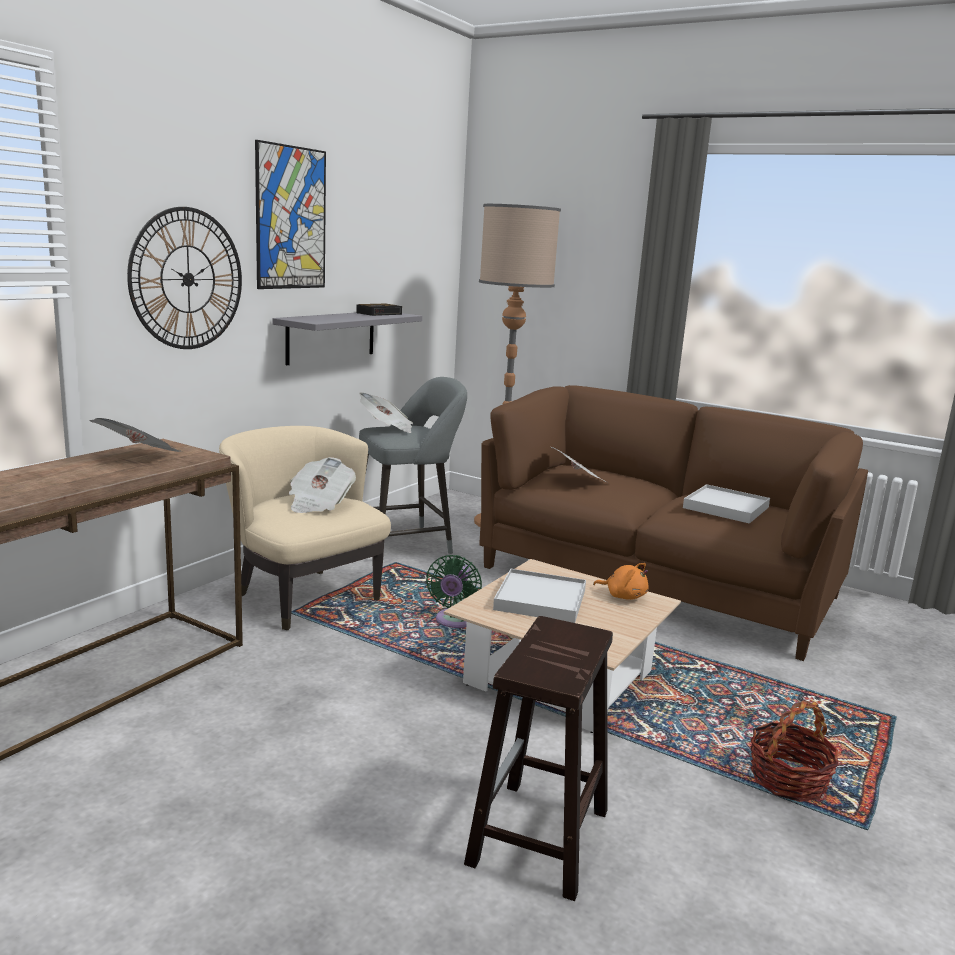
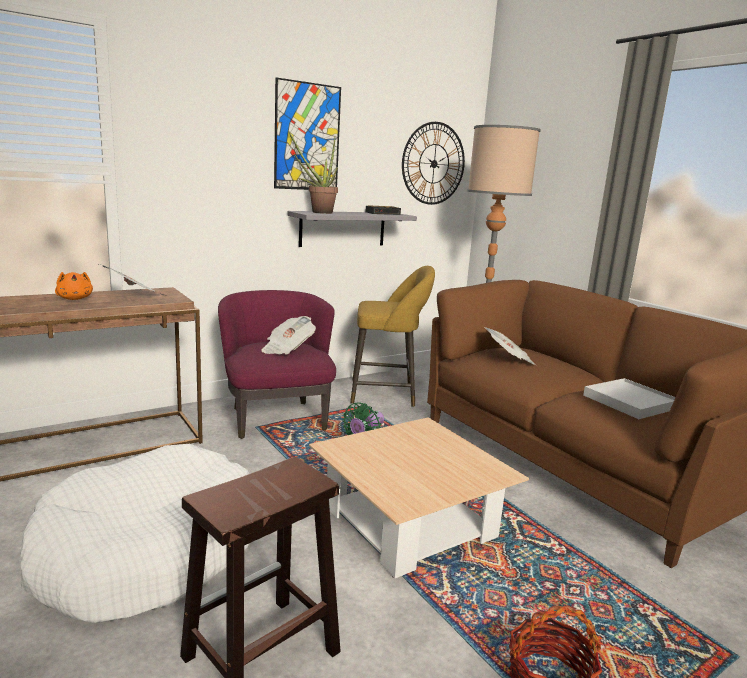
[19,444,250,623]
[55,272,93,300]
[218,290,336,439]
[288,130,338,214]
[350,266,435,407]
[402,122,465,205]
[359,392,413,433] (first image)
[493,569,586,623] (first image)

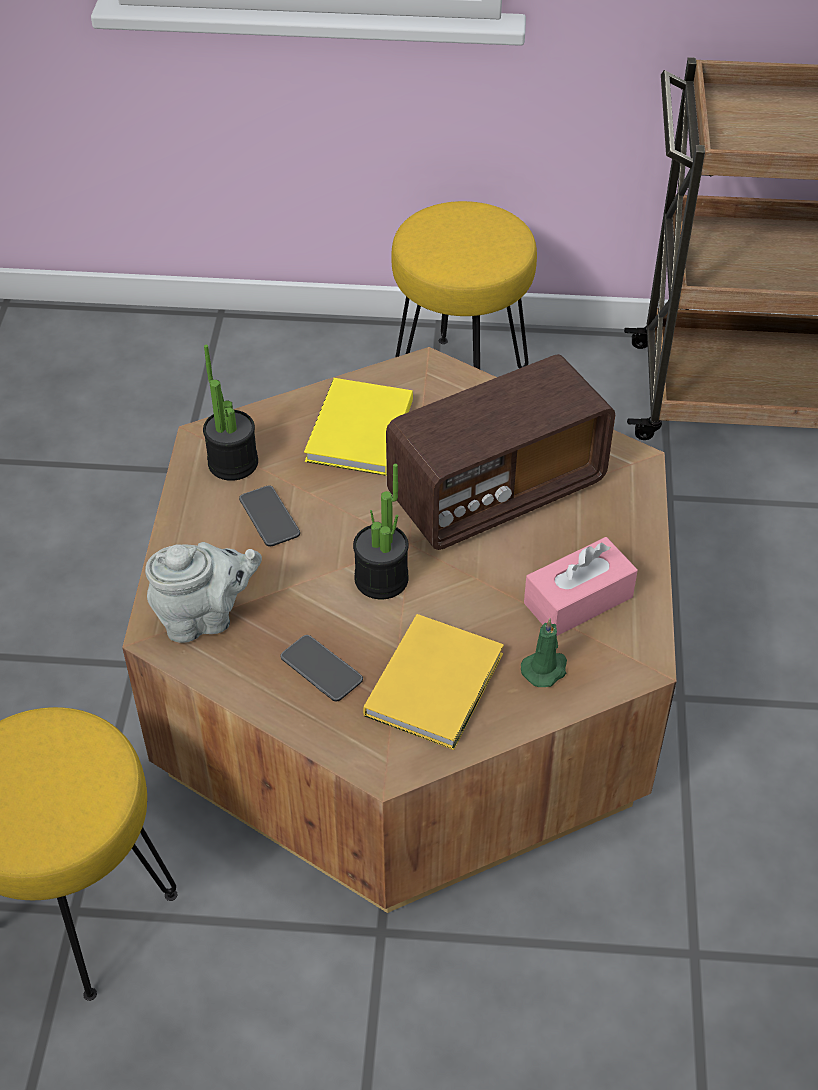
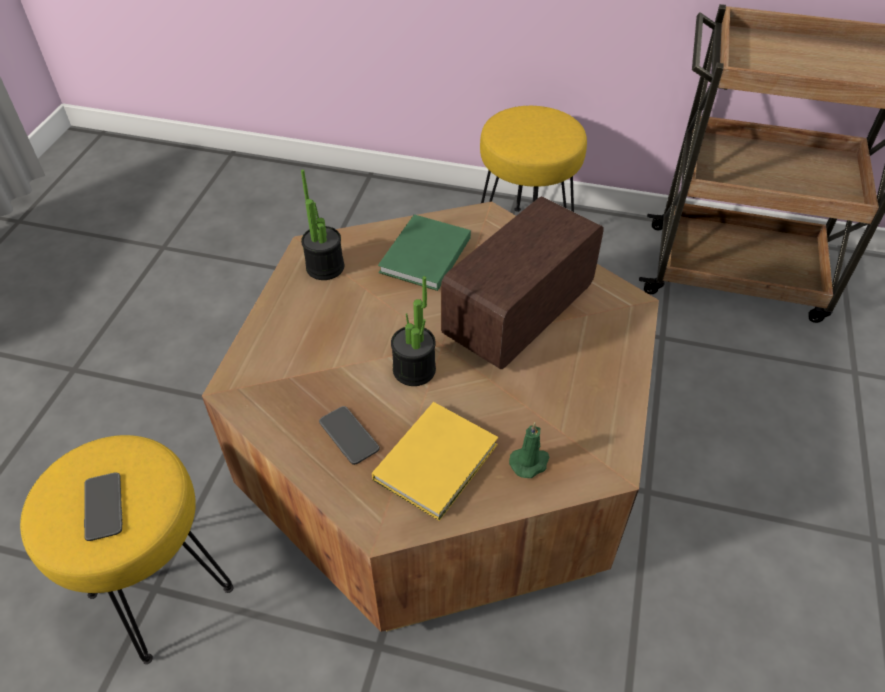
[84,473,123,541]
[378,214,471,291]
[441,196,604,369]
[145,542,262,643] (first image)
[524,537,638,636] (first image)

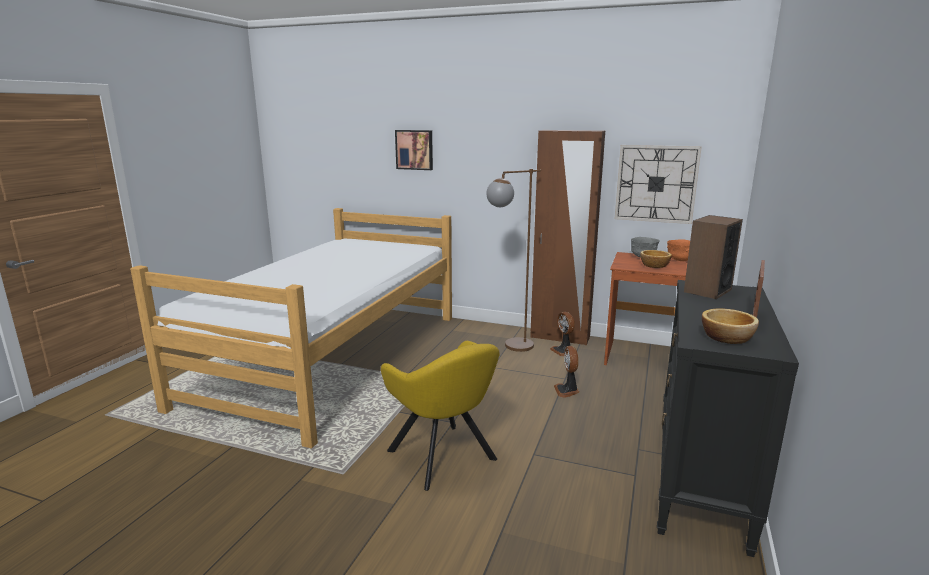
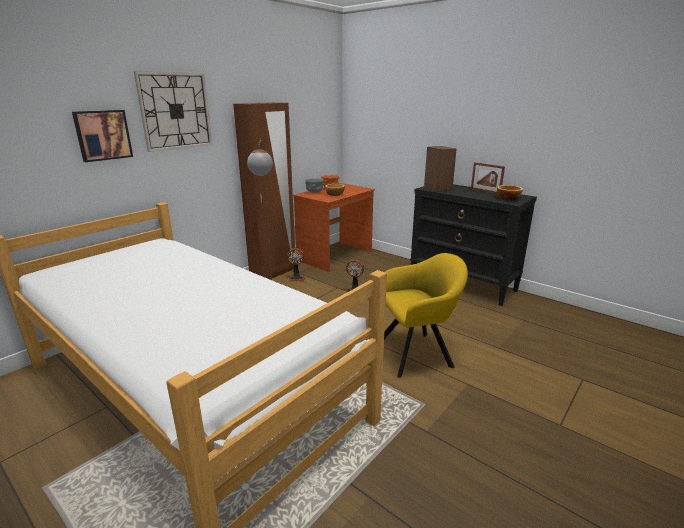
[134,71,213,152]

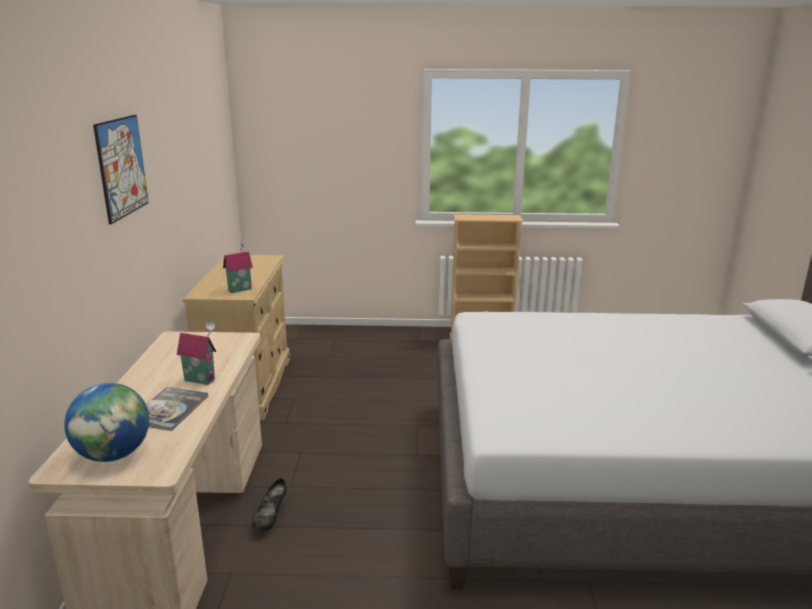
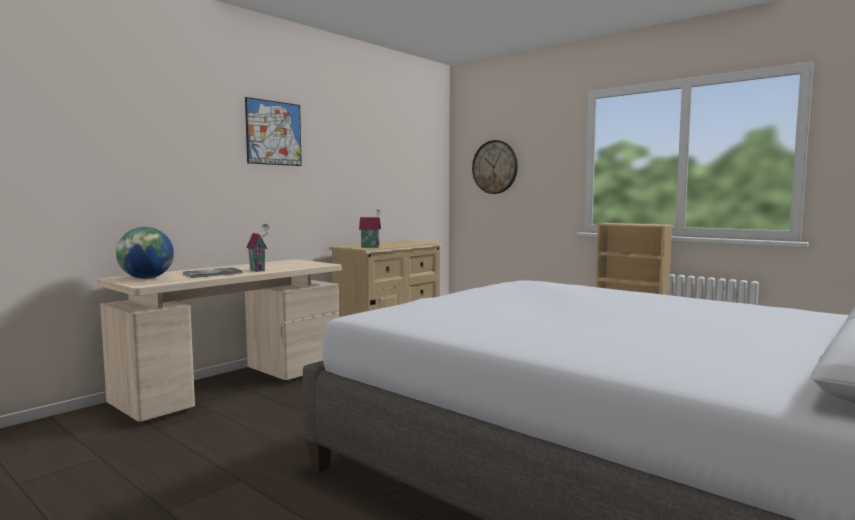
[472,140,518,194]
[252,478,287,532] (first image)

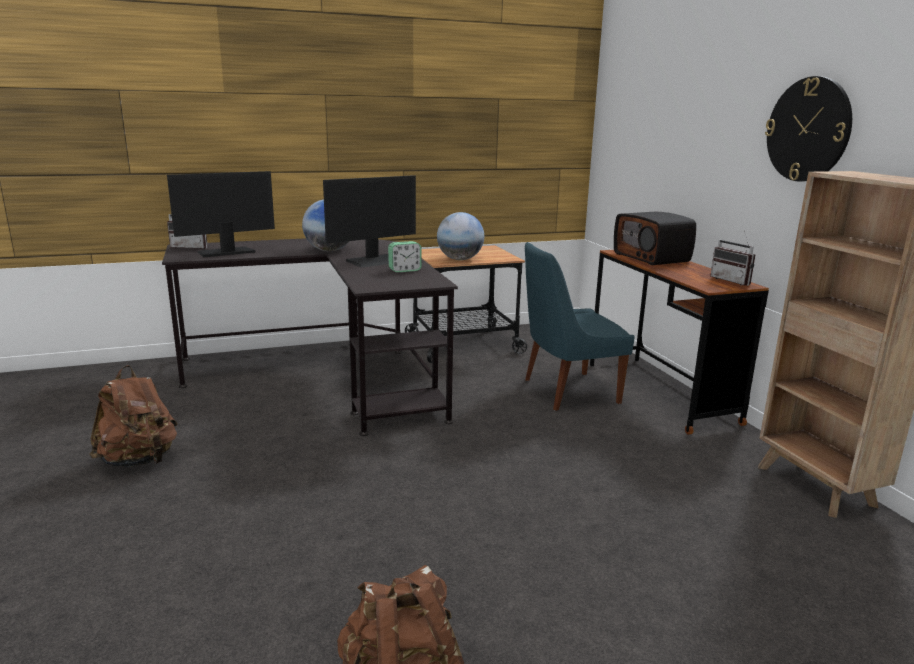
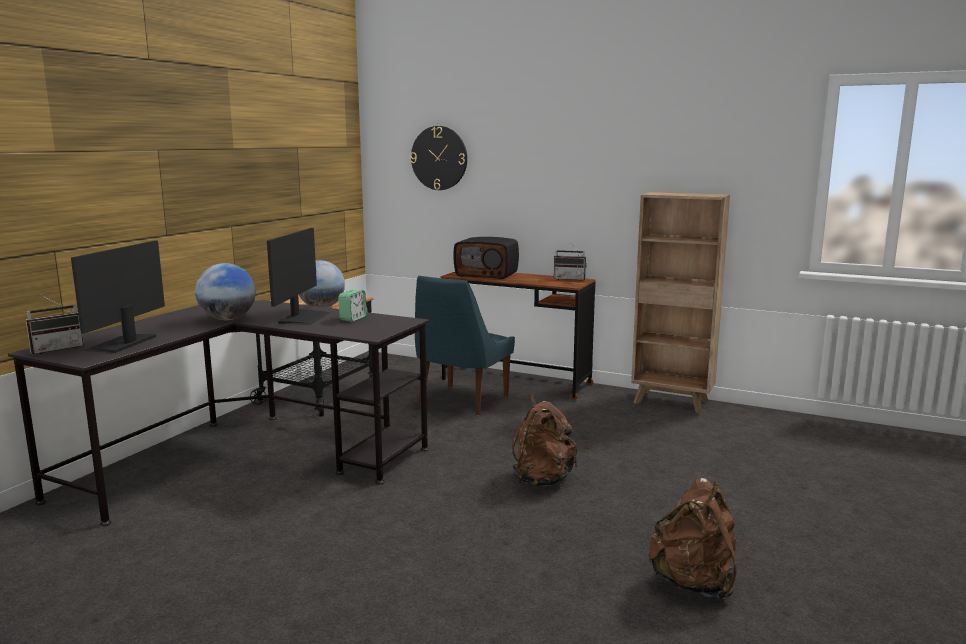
[410,126,467,190]
[512,395,577,487]

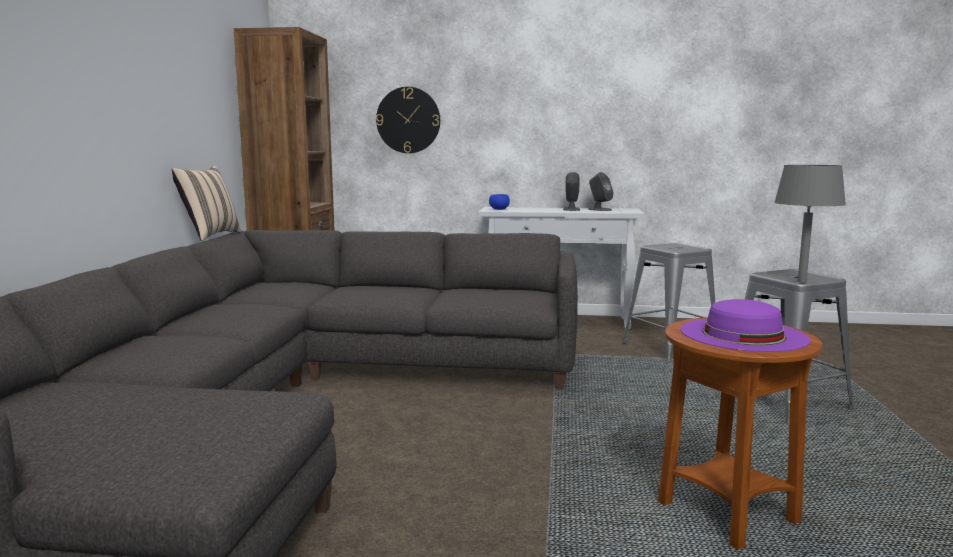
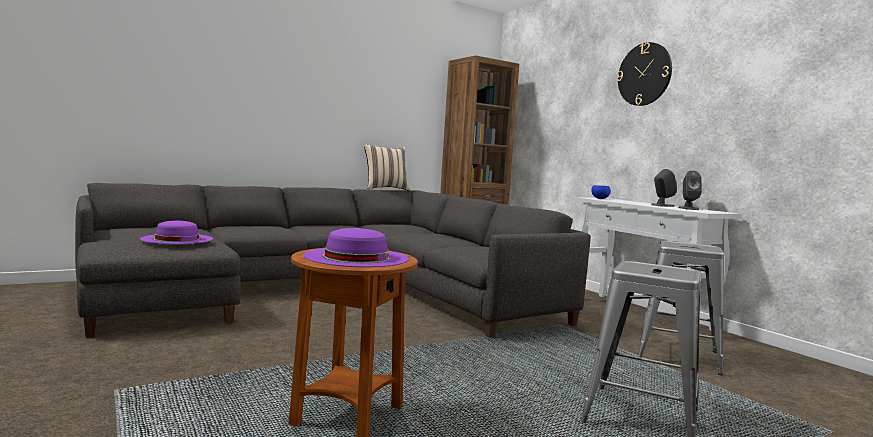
[140,220,213,244]
[617,42,672,106]
[774,165,846,283] (first image)

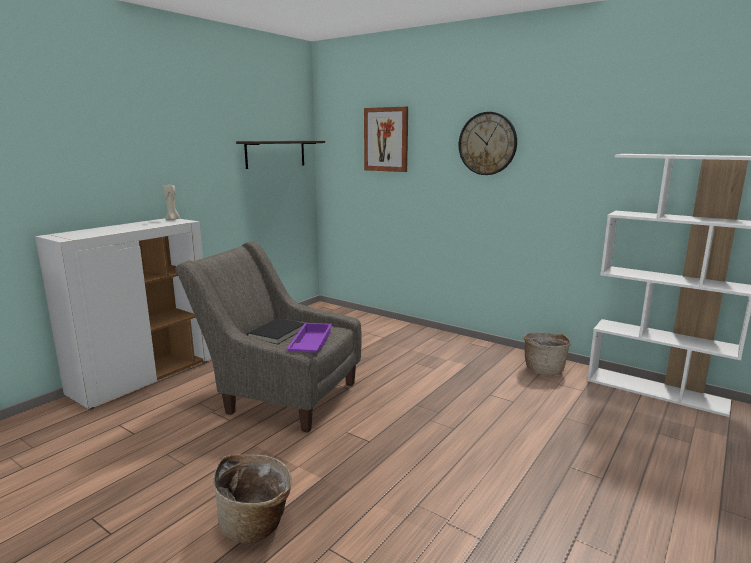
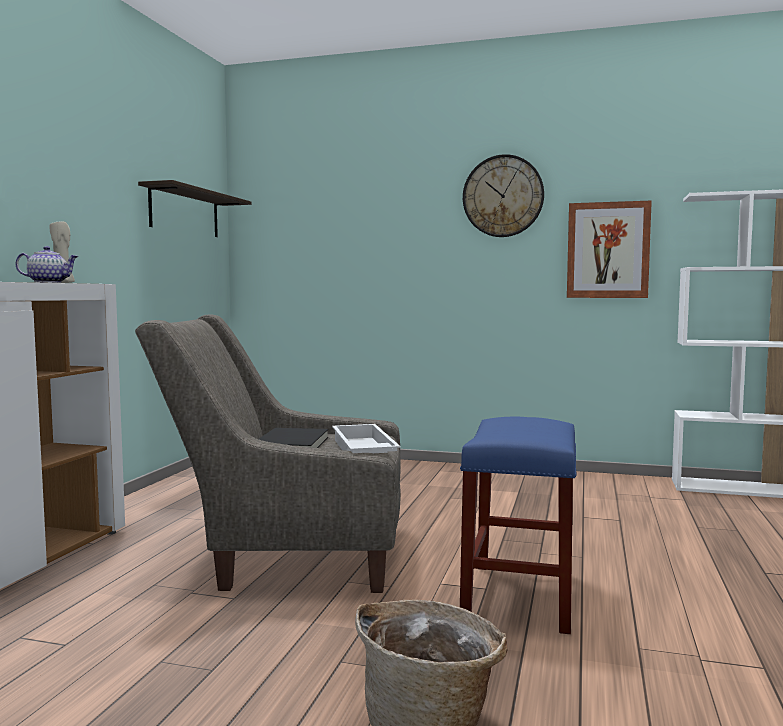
[15,246,78,283]
[332,424,400,453]
[460,417,577,634]
[567,200,652,298]
[524,333,571,375] (first image)

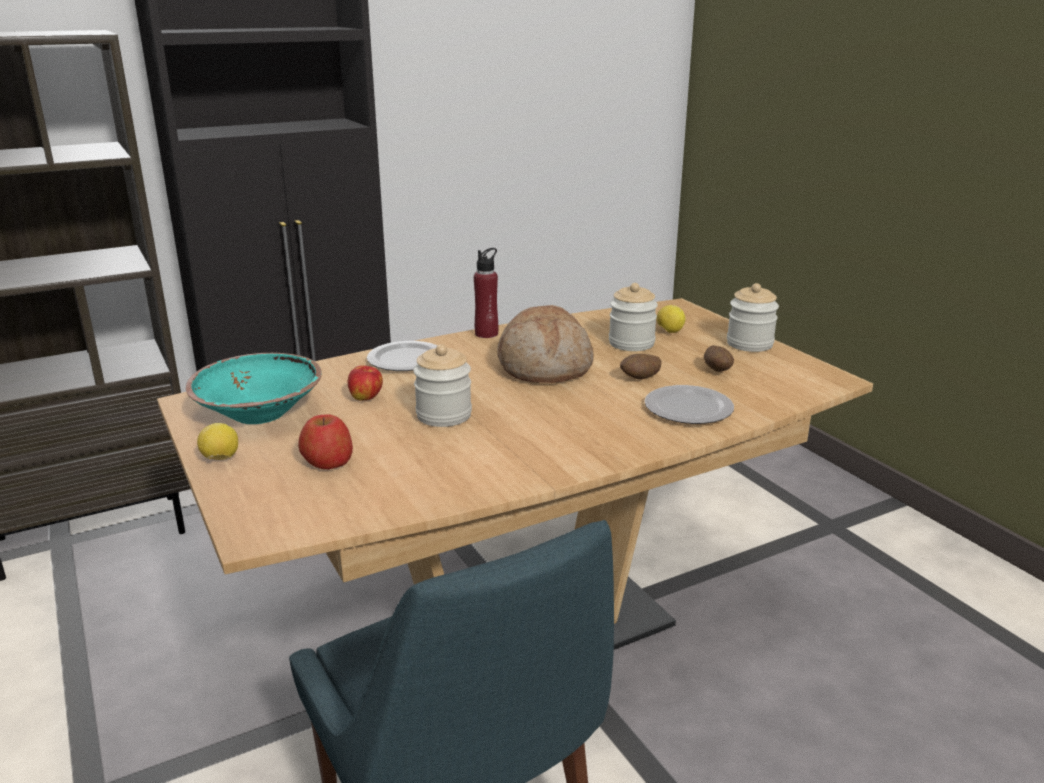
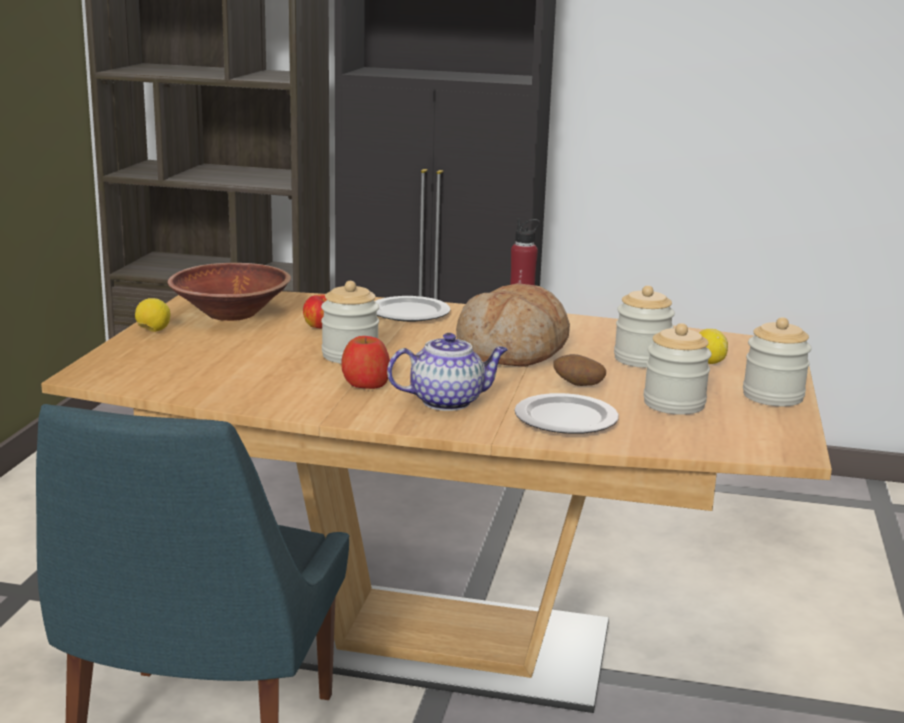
[167,263,291,321]
[341,336,390,389]
[387,333,508,411]
[643,323,712,415]

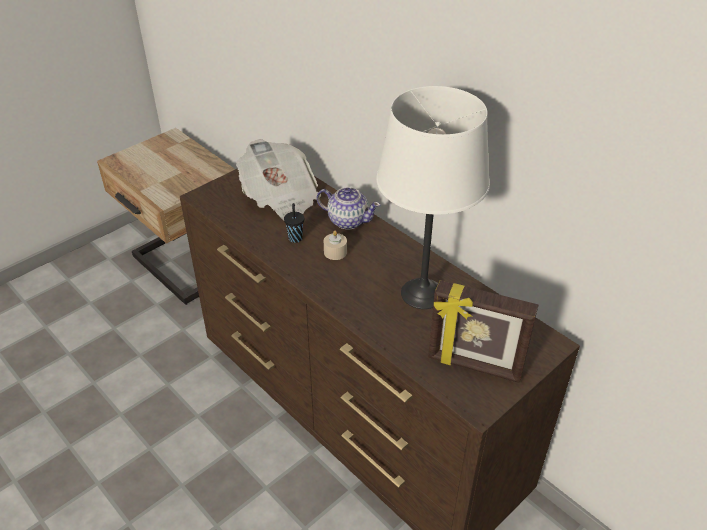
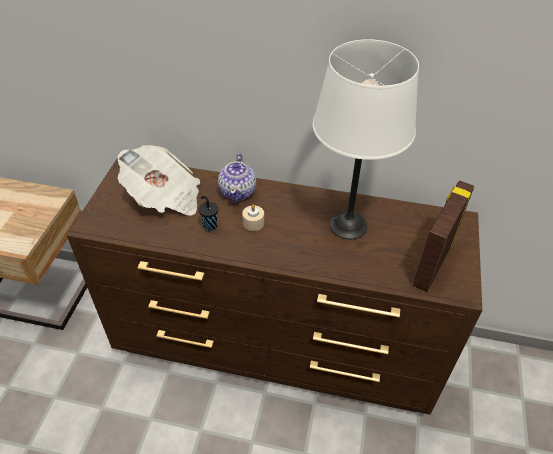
[218,154,256,203]
[413,181,474,292]

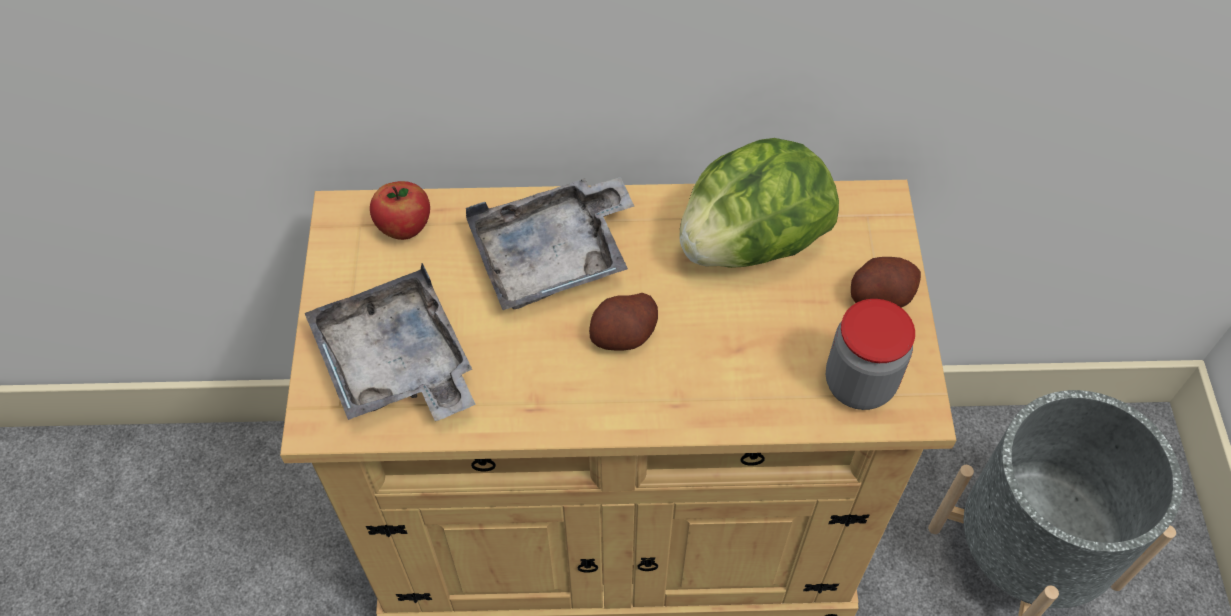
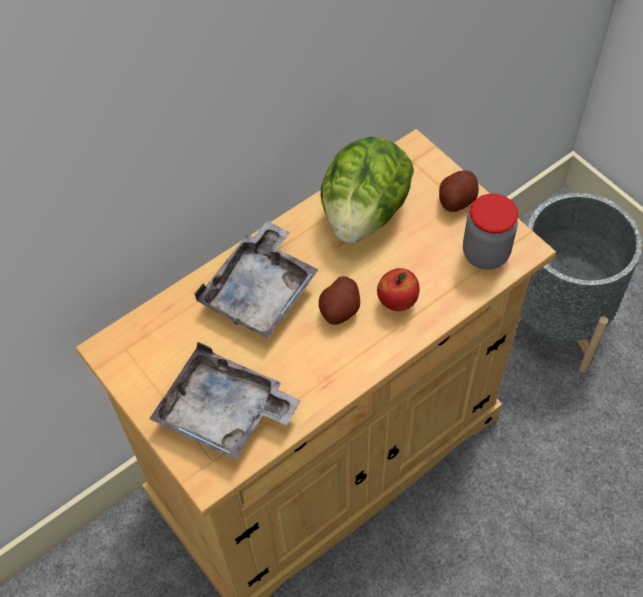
[377,268,420,311]

